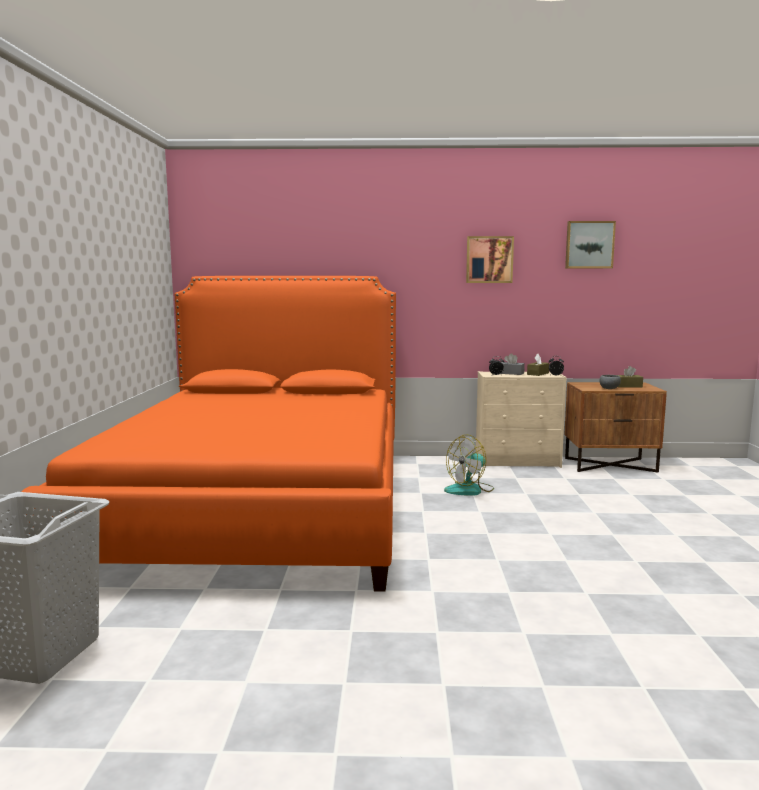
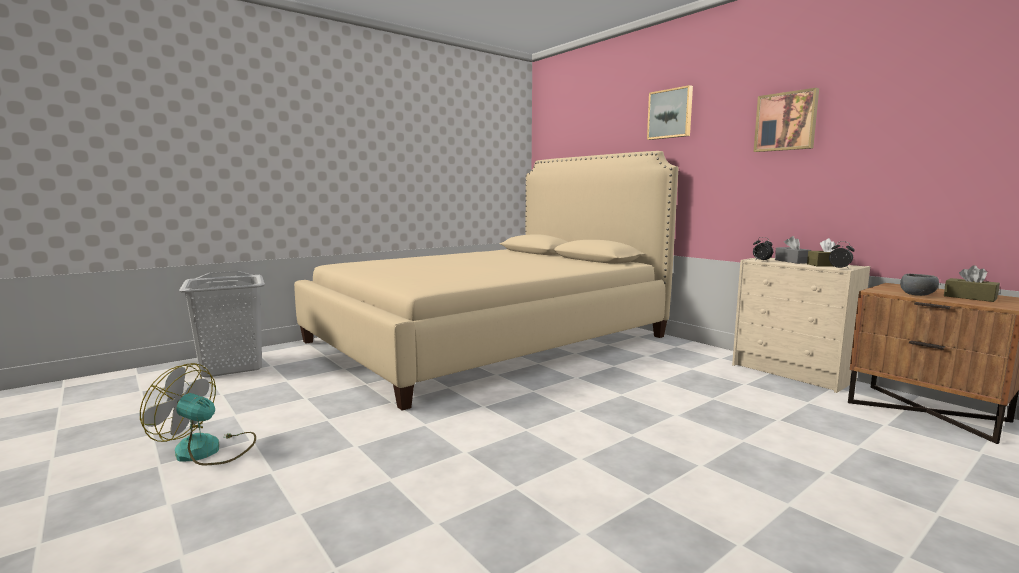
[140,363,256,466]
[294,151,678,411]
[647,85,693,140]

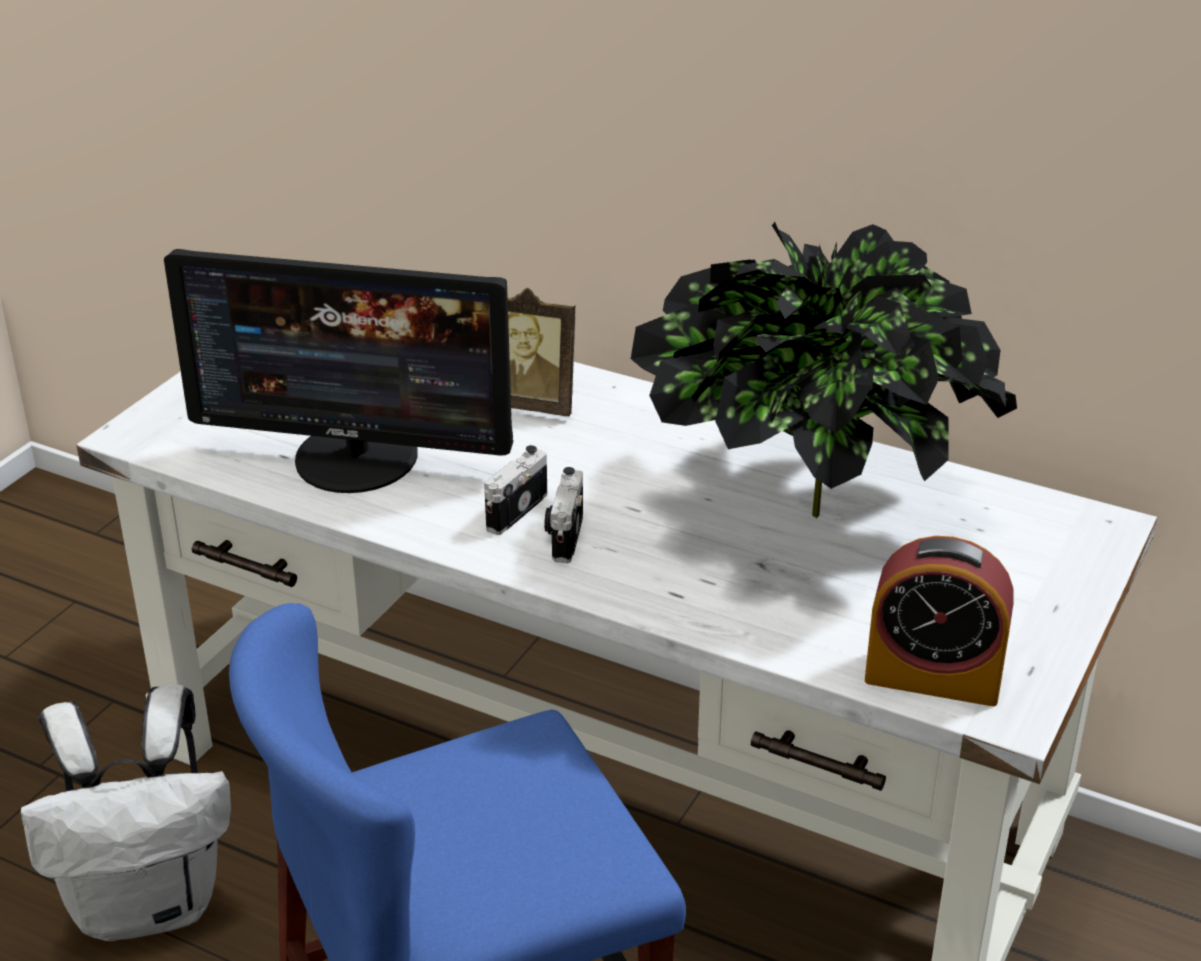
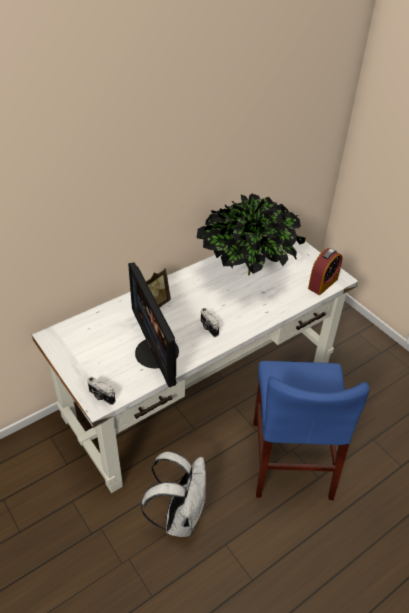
[87,377,116,405]
[128,262,179,387]

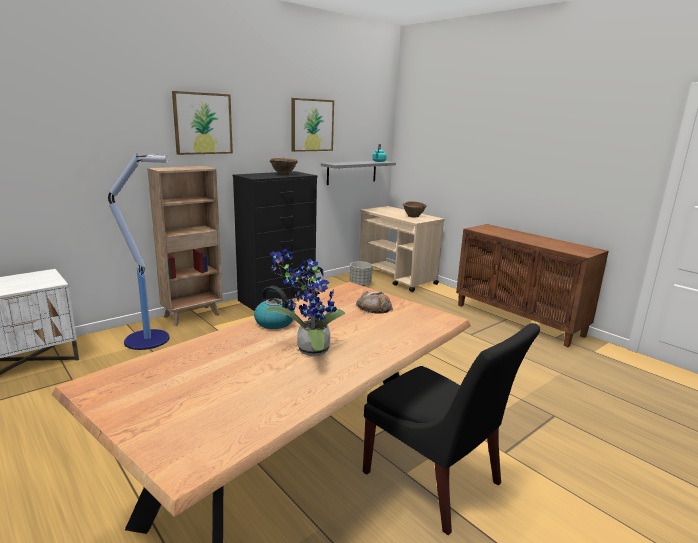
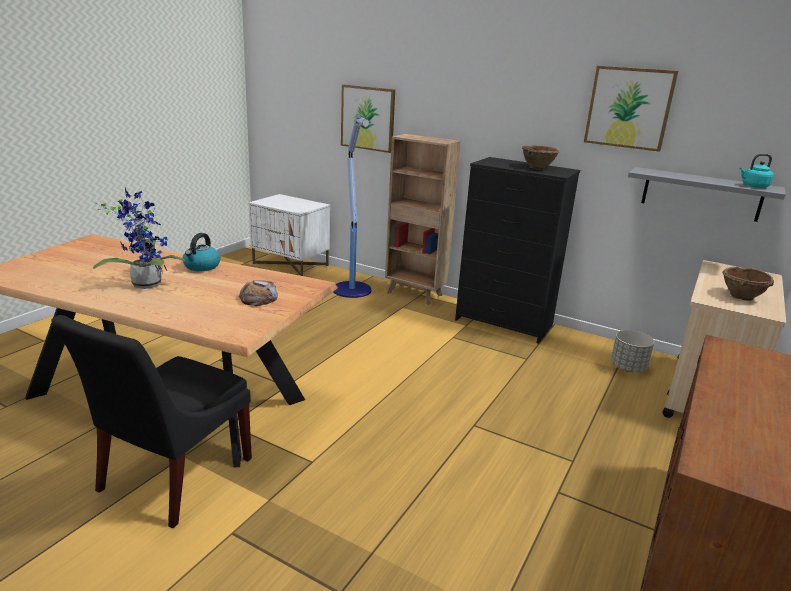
[341,85,395,153]

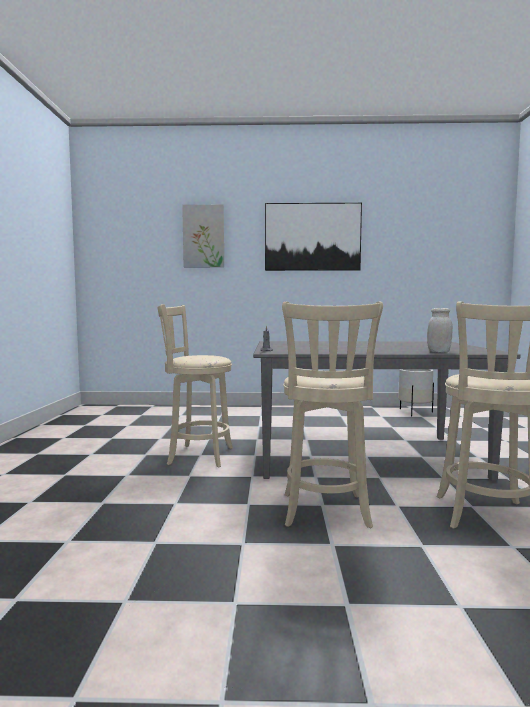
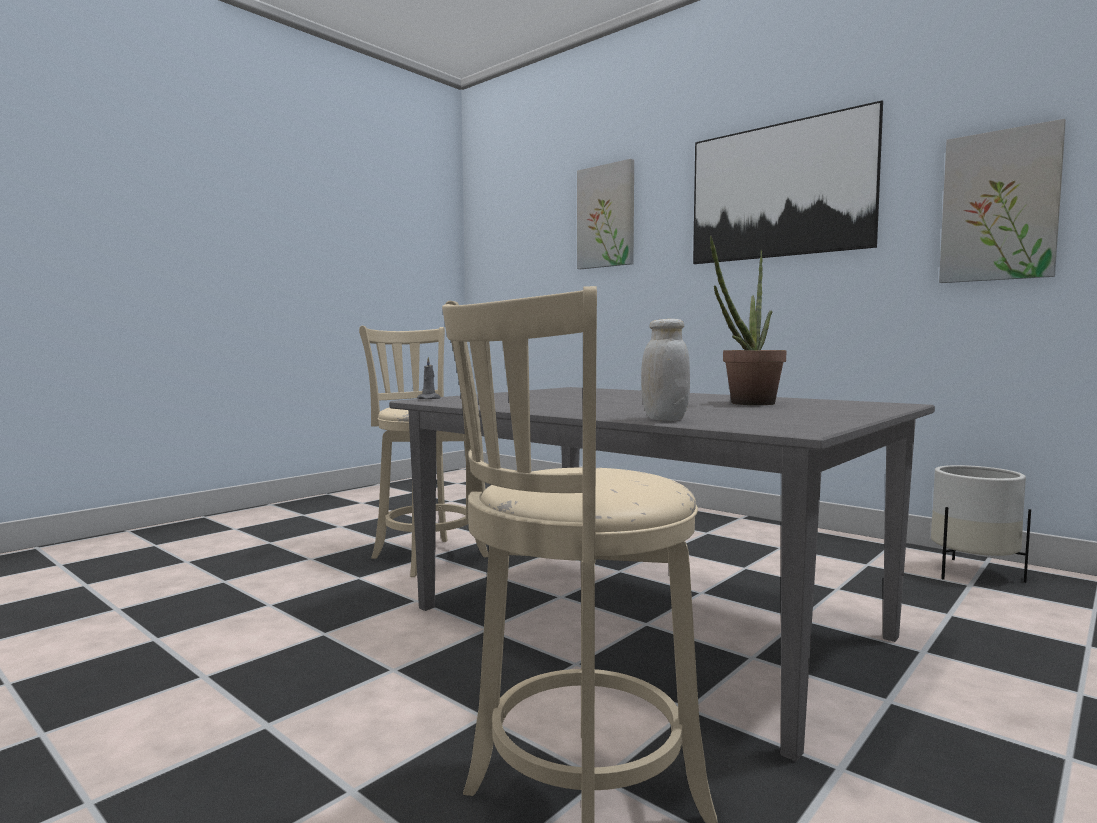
[710,236,786,405]
[939,119,1066,283]
[282,302,383,528] (first image)

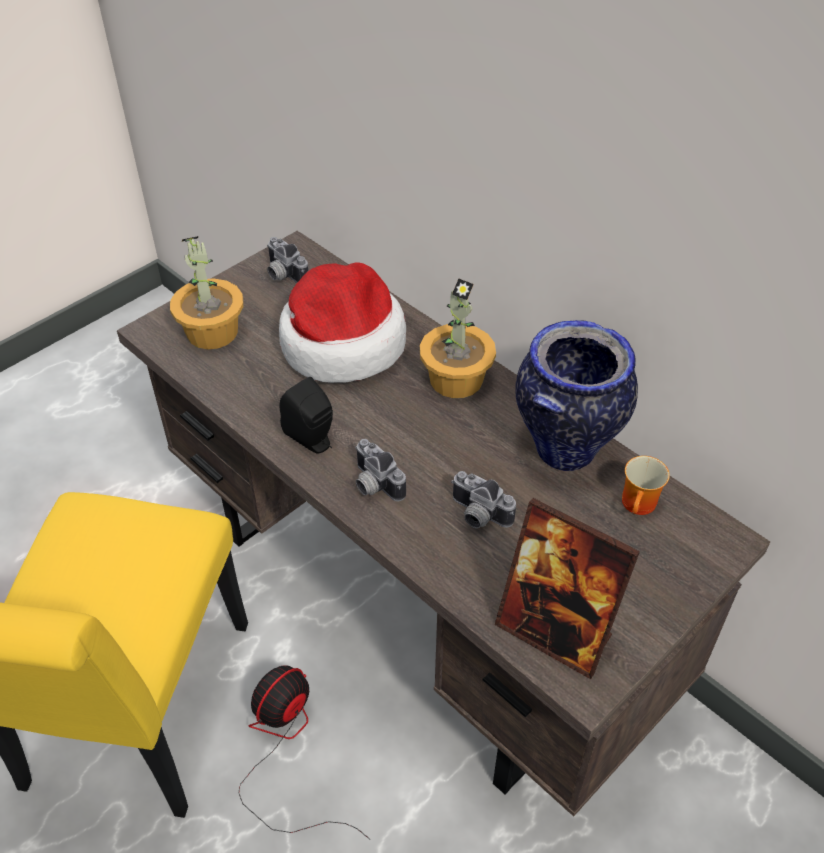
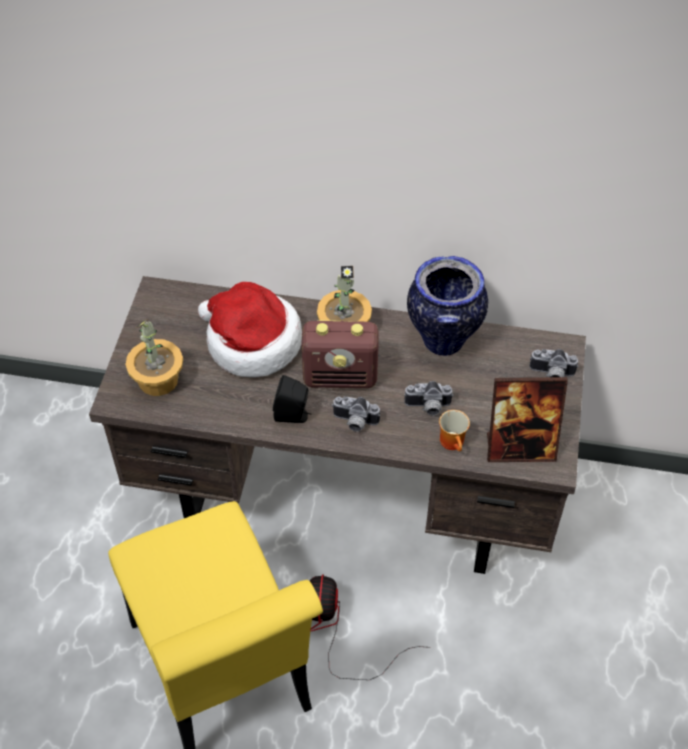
[301,320,379,388]
[439,410,470,451]
[529,349,579,377]

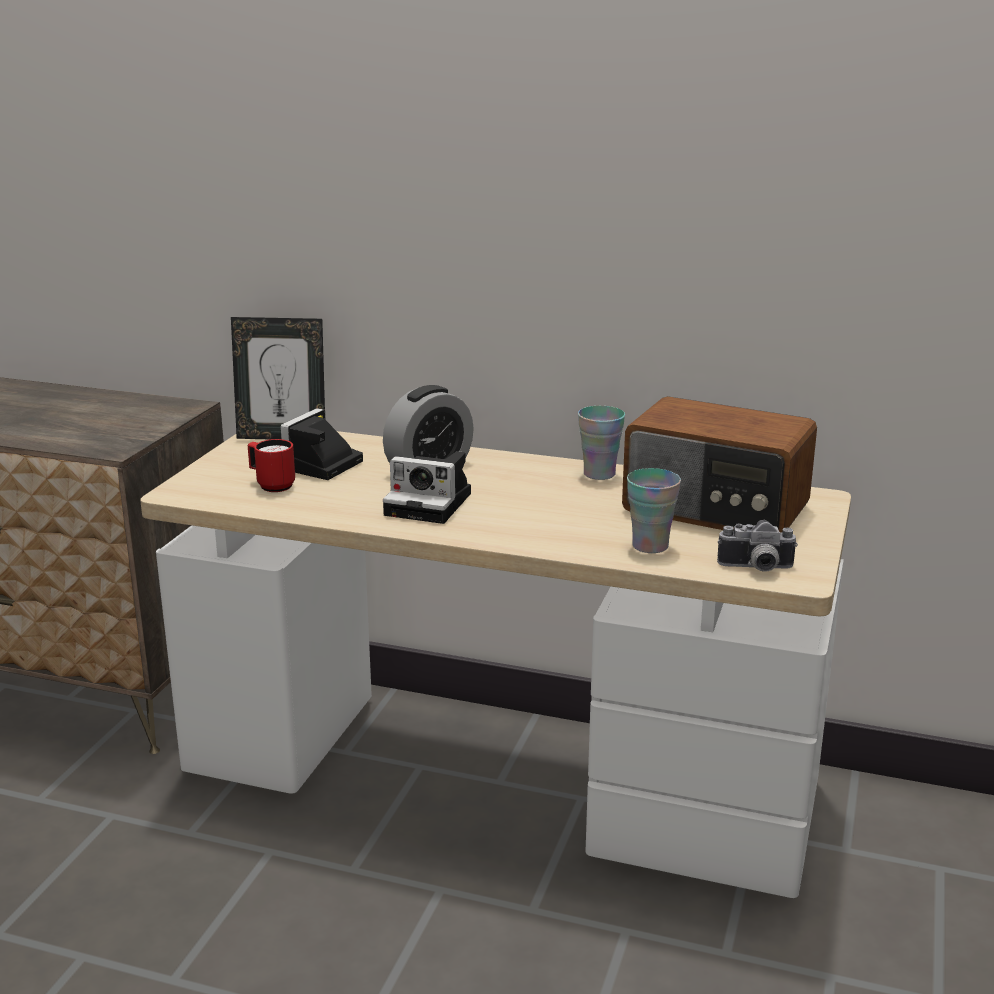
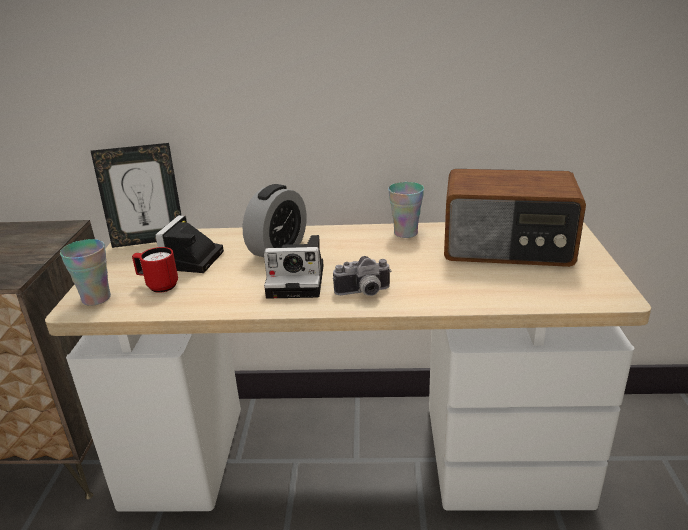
[60,239,111,306]
[333,256,392,296]

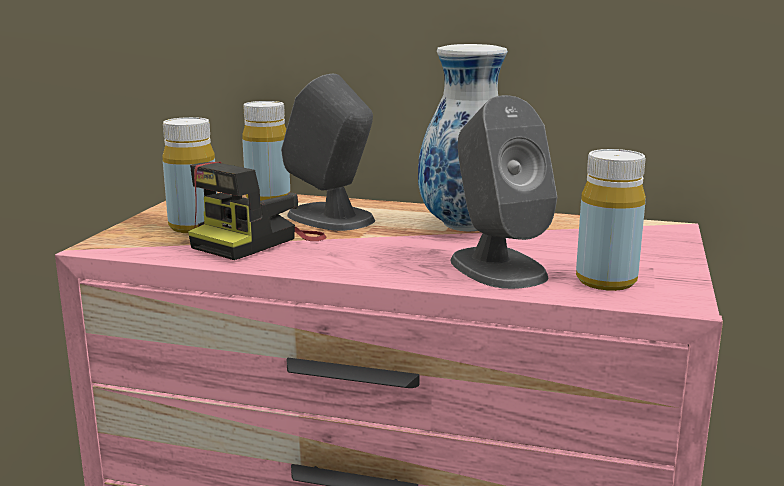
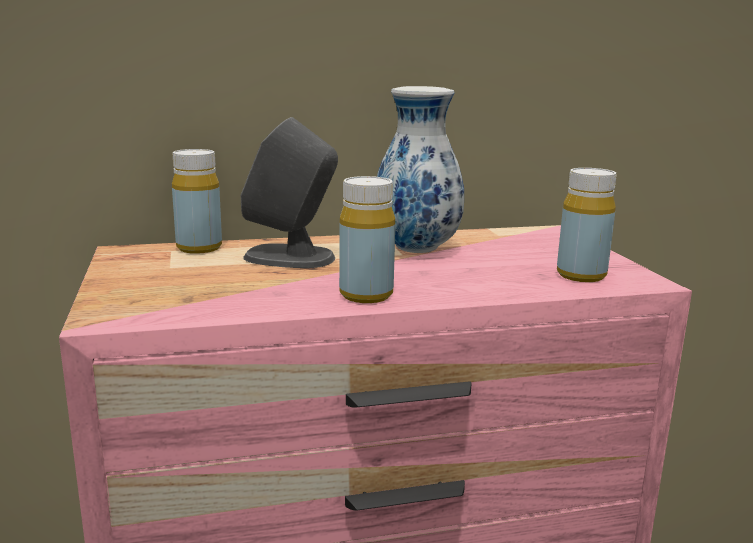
[339,176,395,303]
[188,162,327,260] (first image)
[451,95,557,289] (first image)

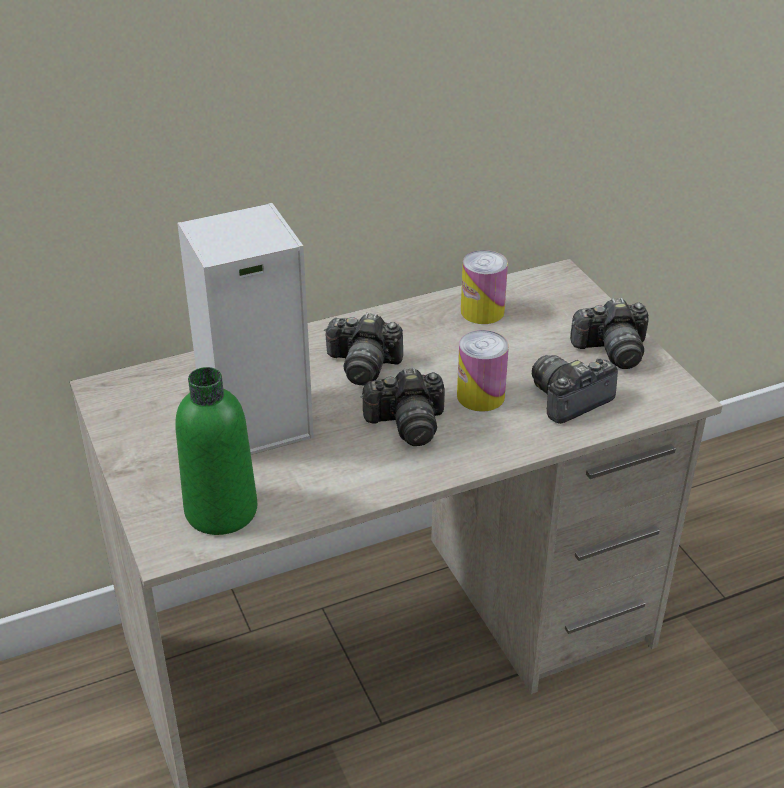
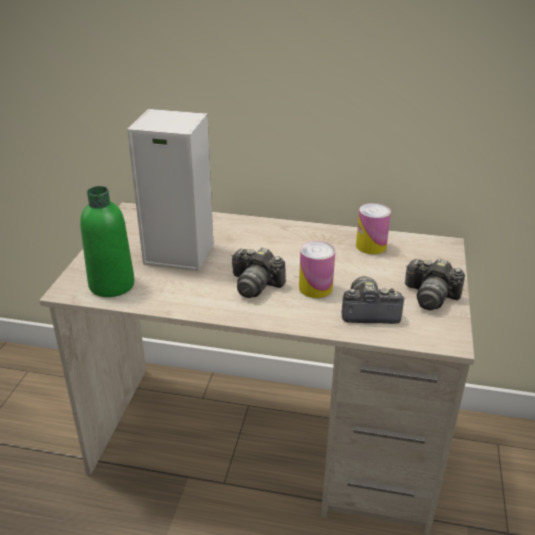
[324,313,403,385] (first image)

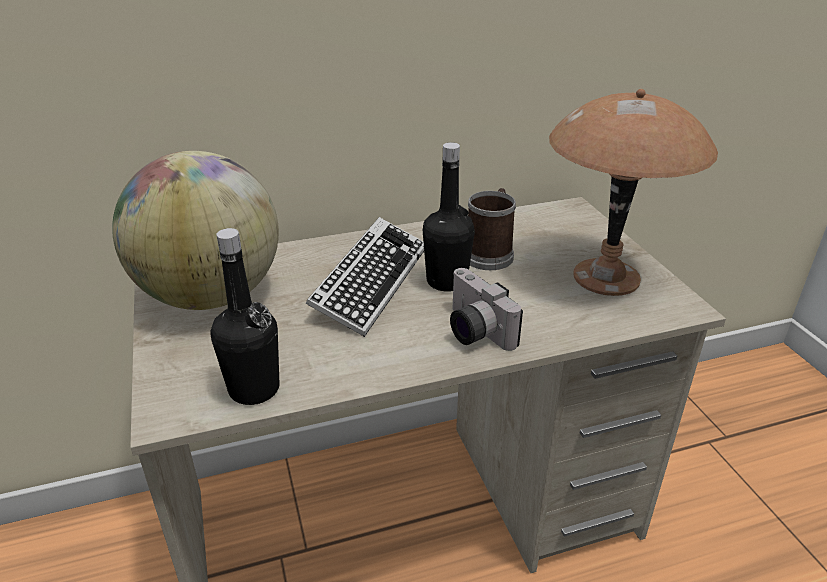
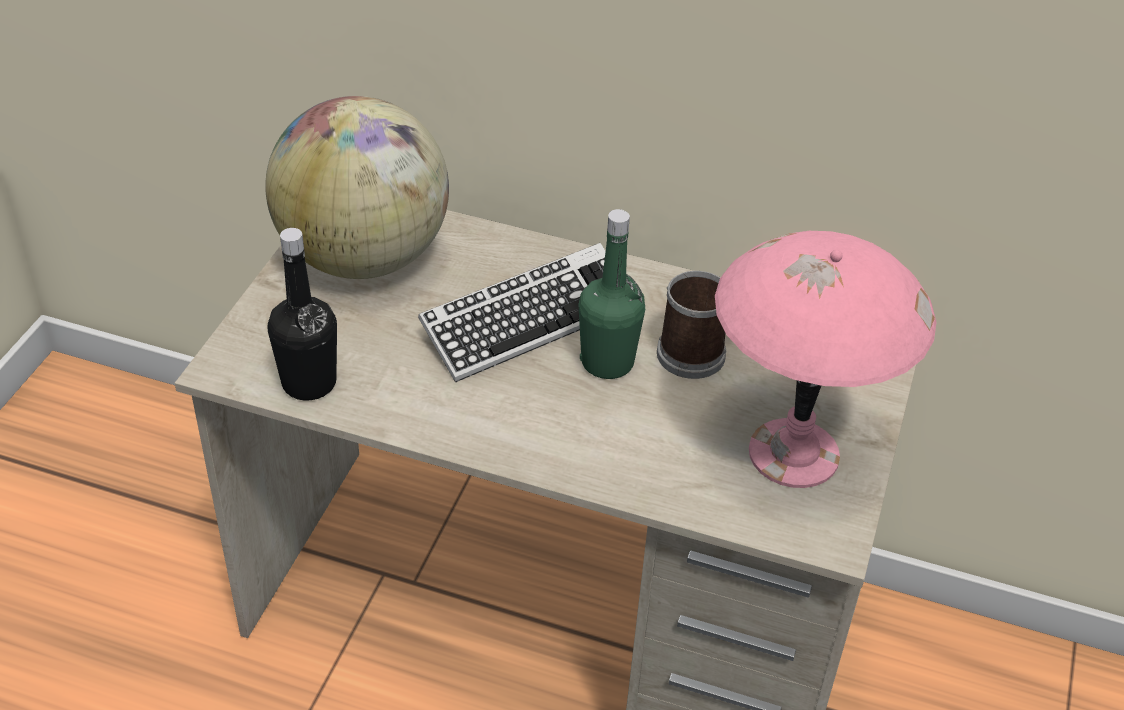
[579,209,645,379]
[715,231,937,488]
[450,268,523,351] (first image)

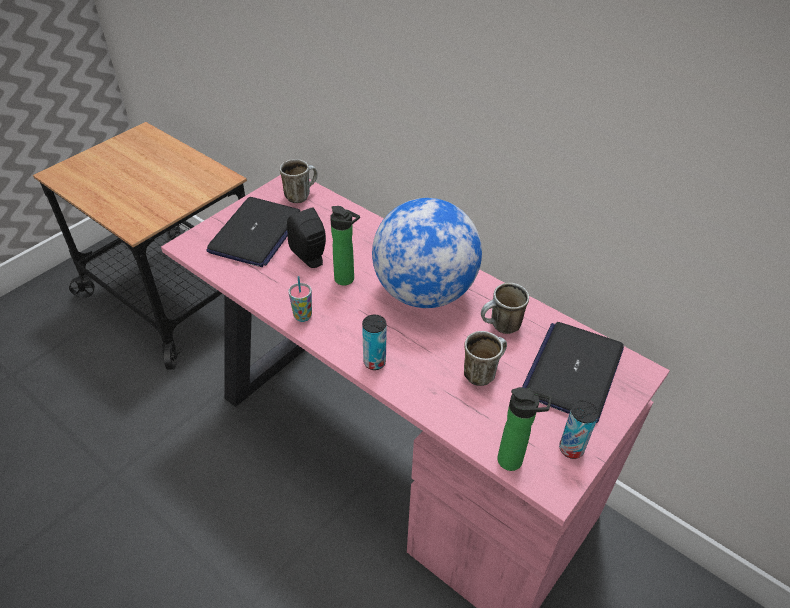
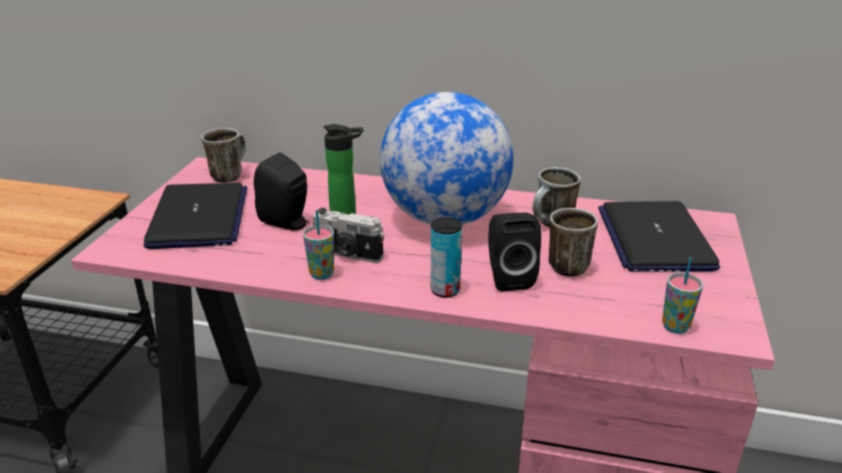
[313,208,384,263]
[488,212,541,292]
[662,258,703,334]
[559,401,599,459] (first image)

